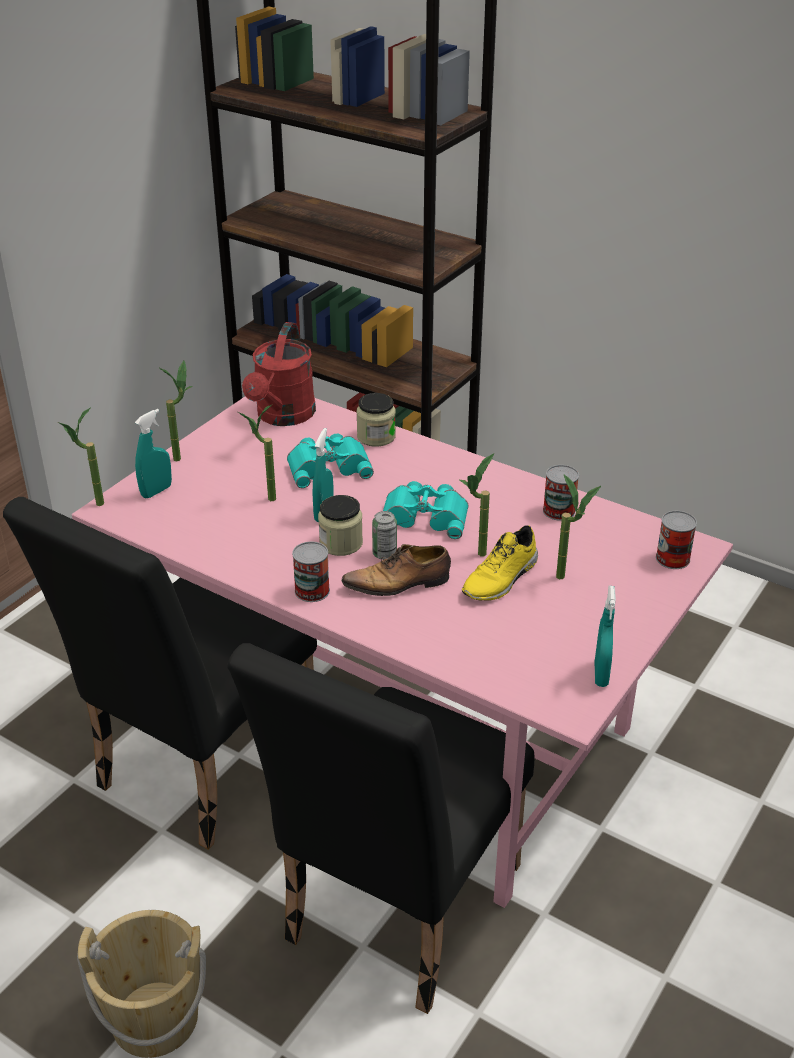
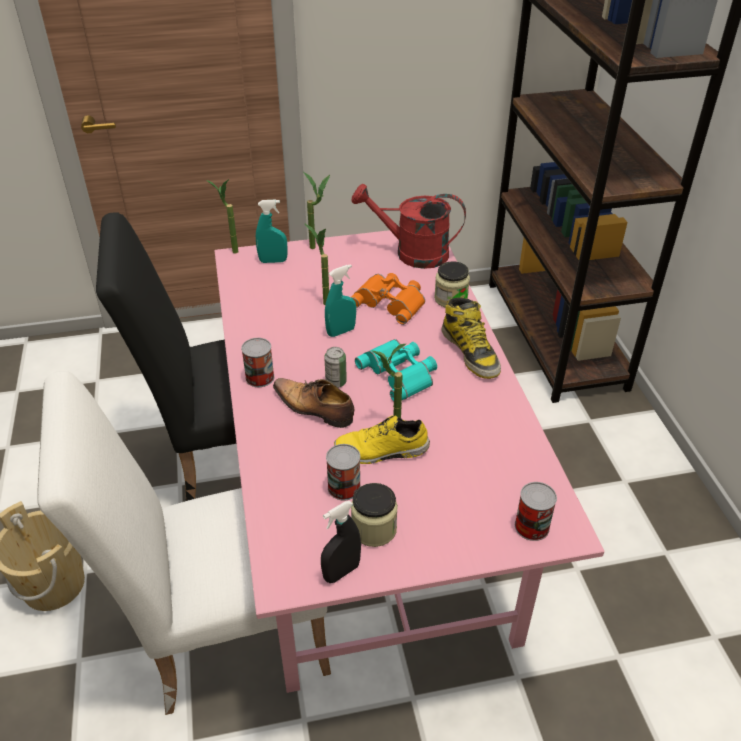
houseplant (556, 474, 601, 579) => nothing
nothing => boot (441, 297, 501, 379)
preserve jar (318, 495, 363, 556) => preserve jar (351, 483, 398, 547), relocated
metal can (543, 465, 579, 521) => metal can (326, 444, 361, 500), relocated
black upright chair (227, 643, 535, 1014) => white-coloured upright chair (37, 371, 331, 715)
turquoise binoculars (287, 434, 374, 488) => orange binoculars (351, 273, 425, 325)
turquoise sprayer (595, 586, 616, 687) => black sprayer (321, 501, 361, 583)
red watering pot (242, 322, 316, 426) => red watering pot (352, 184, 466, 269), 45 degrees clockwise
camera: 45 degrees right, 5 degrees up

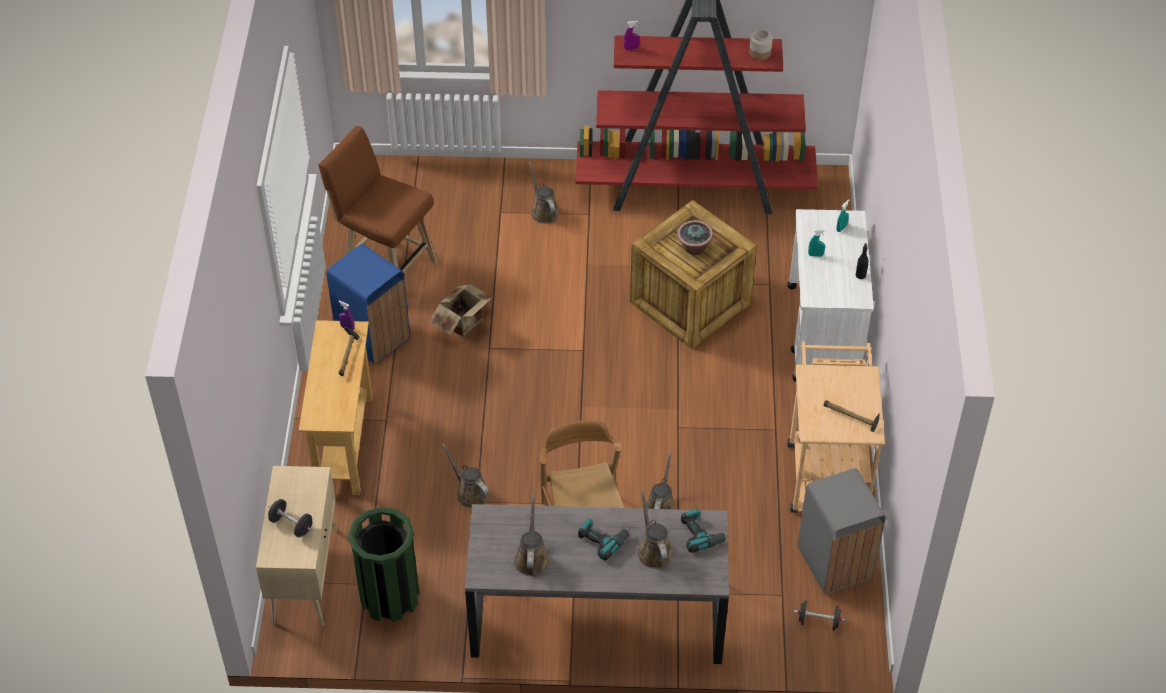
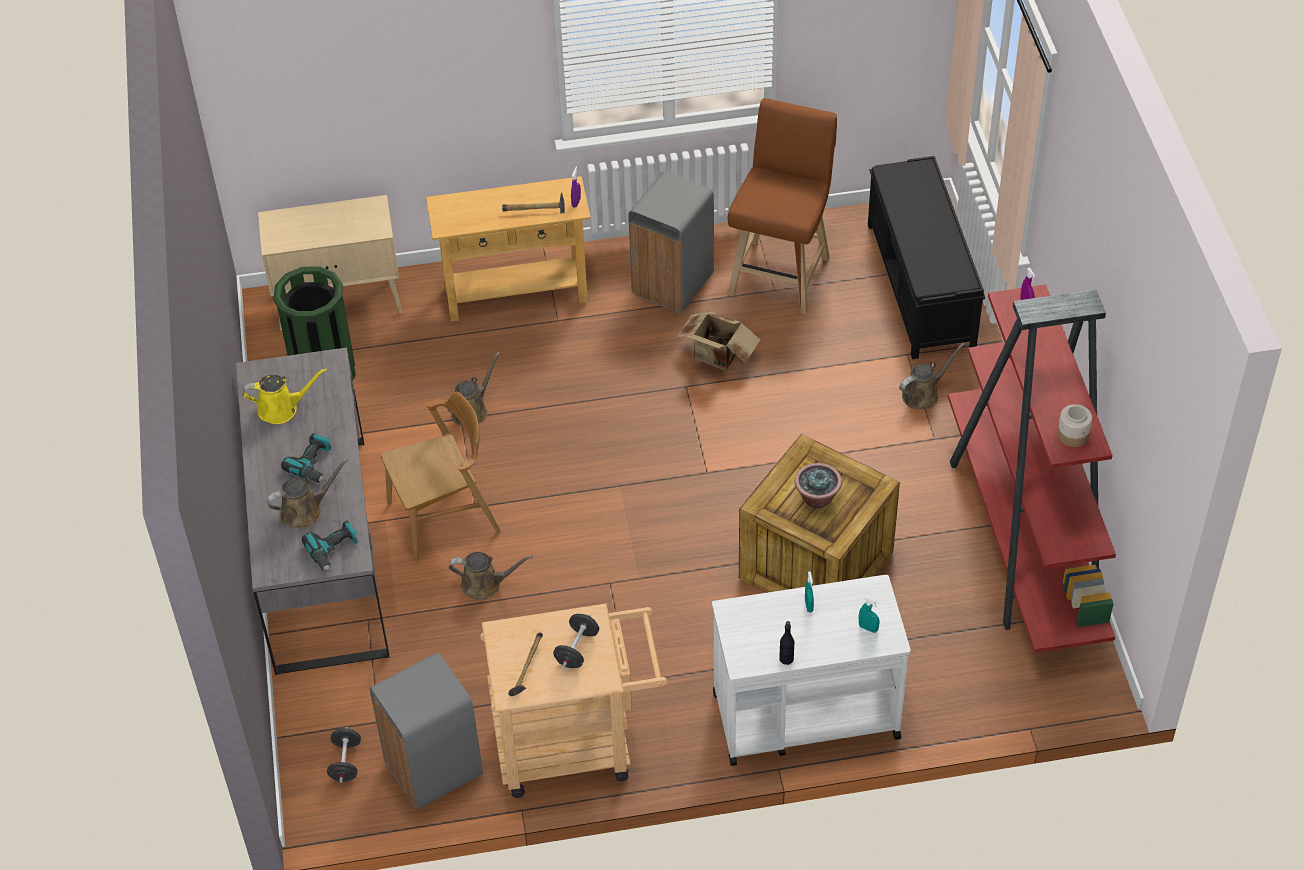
nothing => black indoor bench (868, 156, 985, 359)
black free weight (268, 499, 312, 537) => black free weight (553, 614, 599, 668), relocated
bluish trash can (327, 243, 410, 364) => grey trash can (628, 171, 714, 313)
brown watering pot (514, 494, 549, 576) => yellowish watering pot (243, 368, 327, 424)
camera: 80 degrees right, 0 degrees up

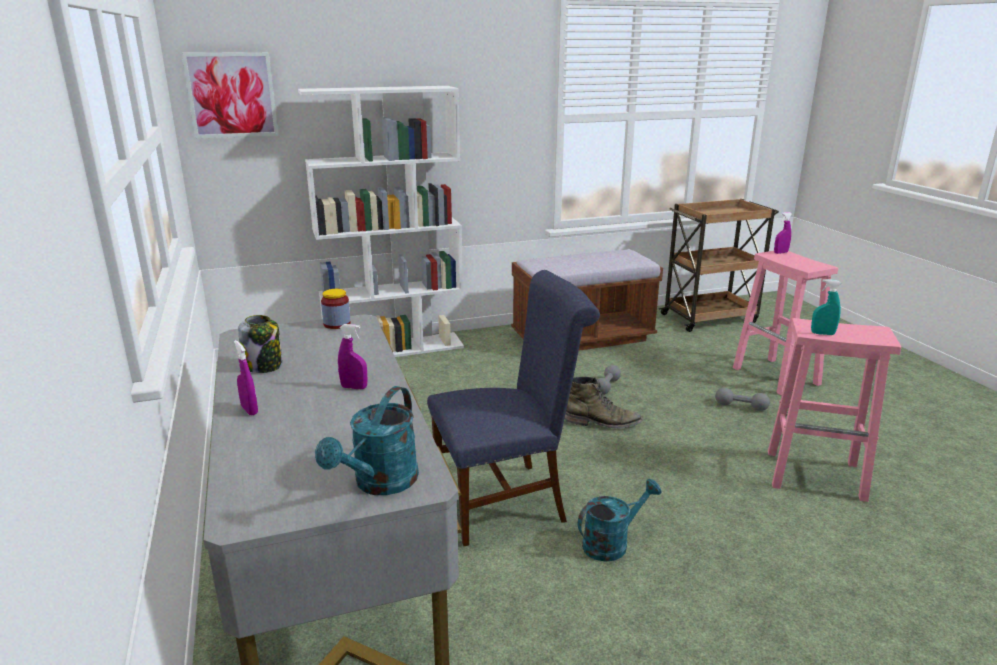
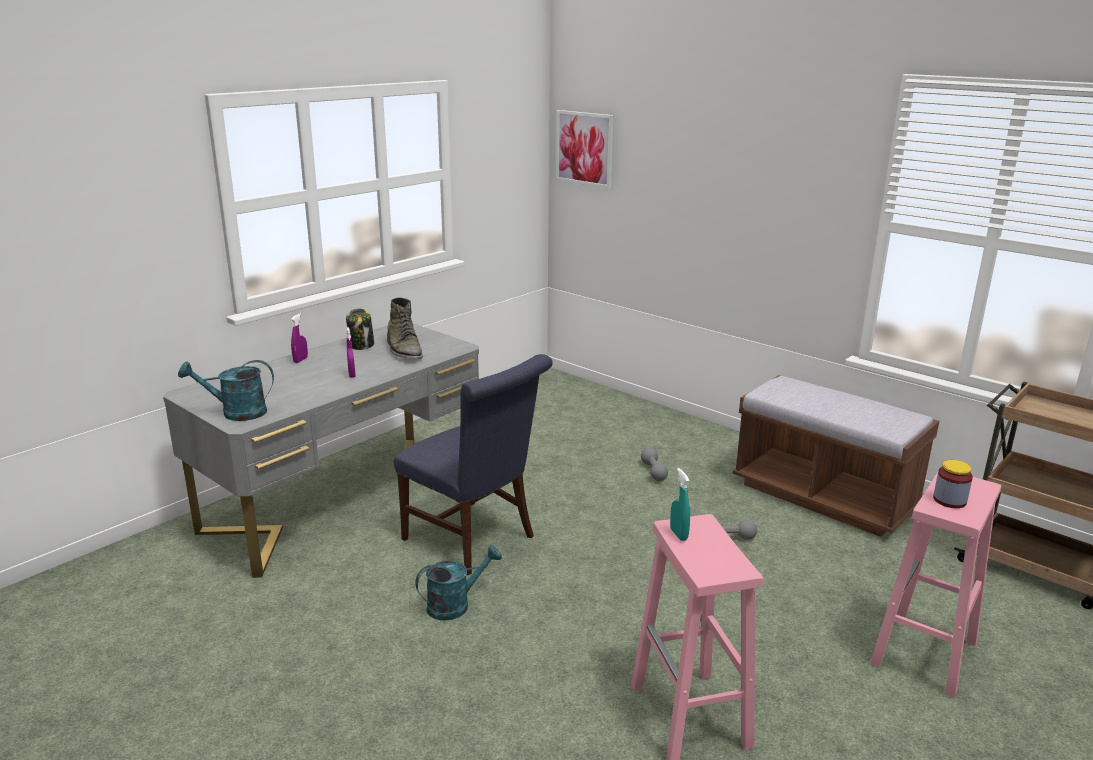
white-coloured bookshelf (298, 86, 464, 357) => nothing
purple-coloured sprayer (774, 212, 792, 254) => nothing
preserve jar (321, 289, 351, 329) => preserve jar (933, 460, 973, 508), relocated
greenish boot (565, 376, 642, 428) => greenish boot (387, 297, 423, 359), relocated
grey free weight (715, 388, 770, 411) => grey free weight (641, 448, 668, 481), relocated
turquoise watering pot (578, 479, 661, 562) => turquoise watering pot (415, 545, 502, 621), 60 degrees counterclockwise
camera: 60 degrees right, 0 degrees up

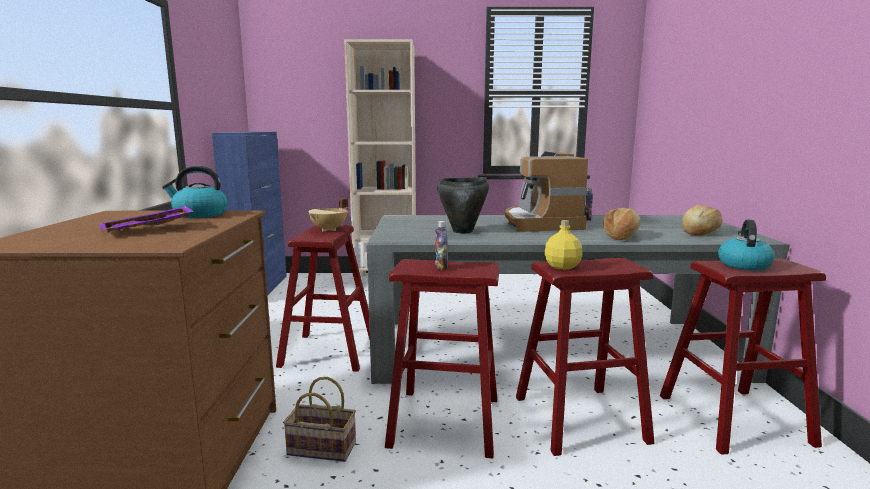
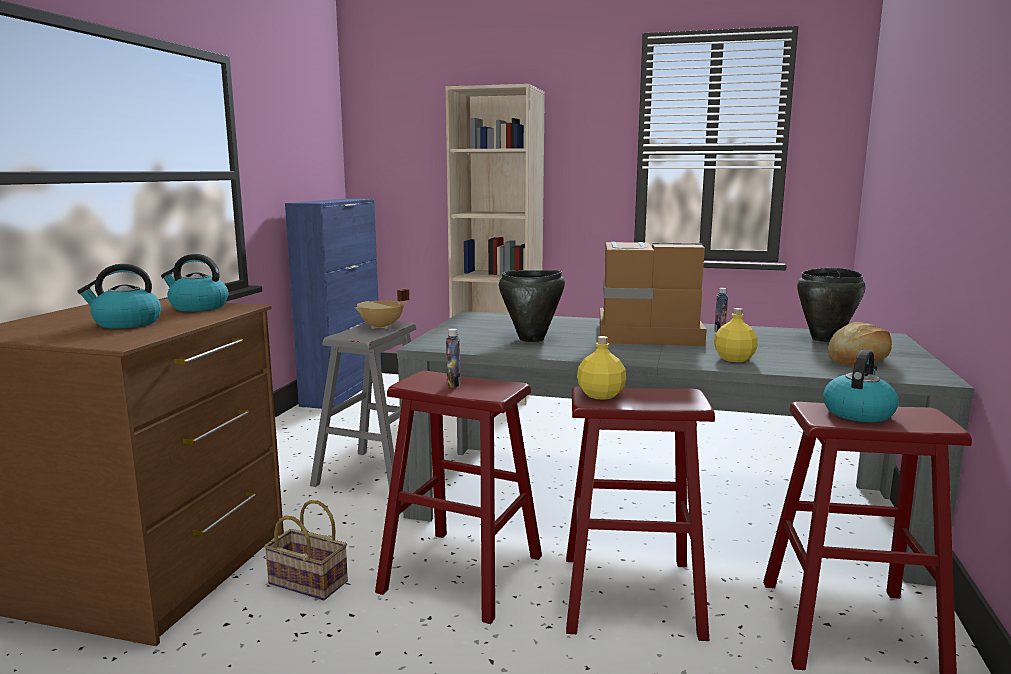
nothing => black cooking pot (797, 268, 866, 342)
purple-coloured carrying tray (100, 206, 193, 233) => kettle (77, 264, 161, 328)
baked bread (603, 208, 641, 240) => yellowish beverage bottle (714, 308, 758, 362)
red stool (276, 225, 370, 372) => grey stool (310, 321, 432, 490)
coffee machine (505, 151, 588, 232) => coffee machine (600, 242, 707, 346), 90 degrees clockwise
camera: 15 degrees right, 0 degrees up

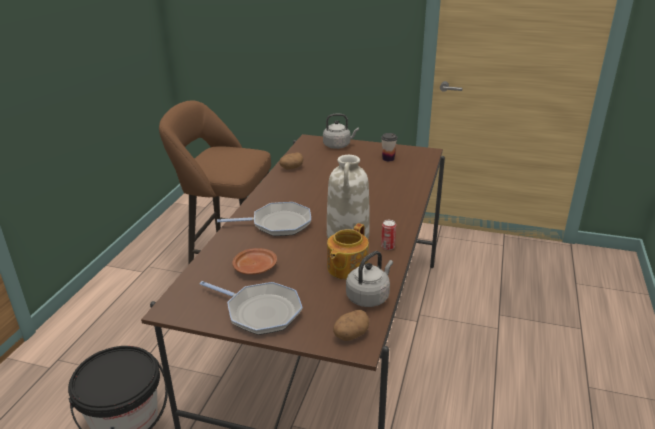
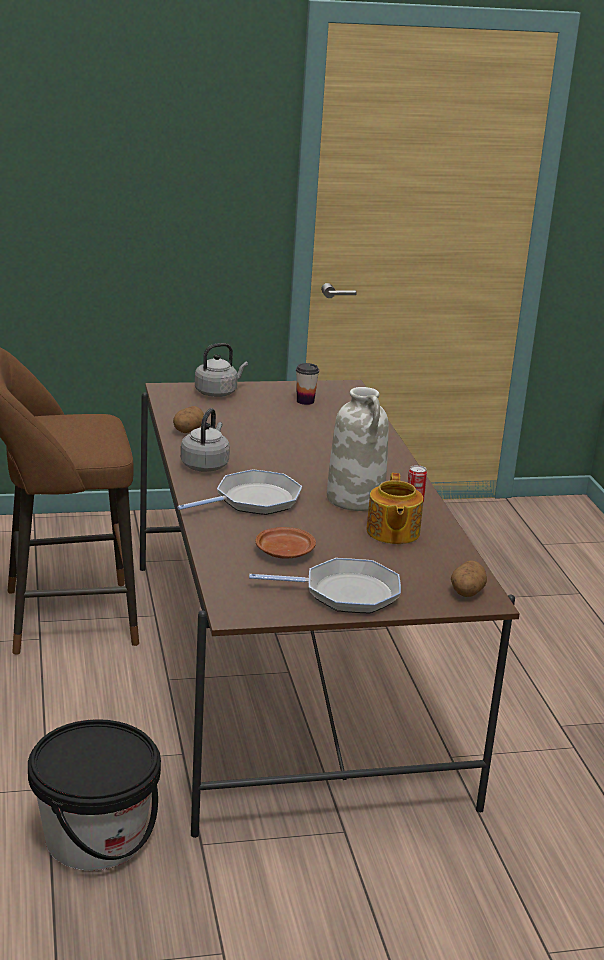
grey kettle (346, 251, 393, 307) => grey kettle (181, 408, 230, 472), relocated
camera: 30 degrees left, 5 degrees down

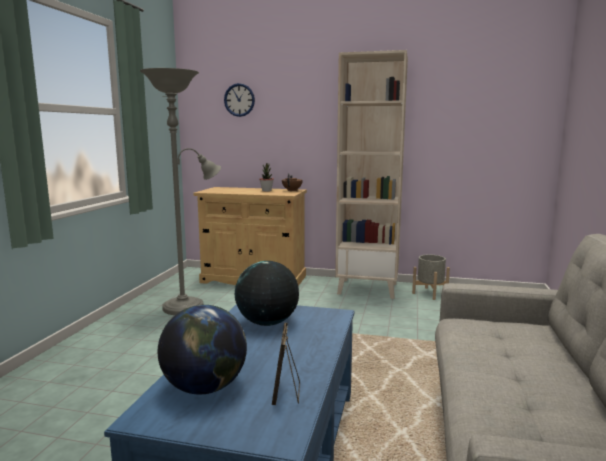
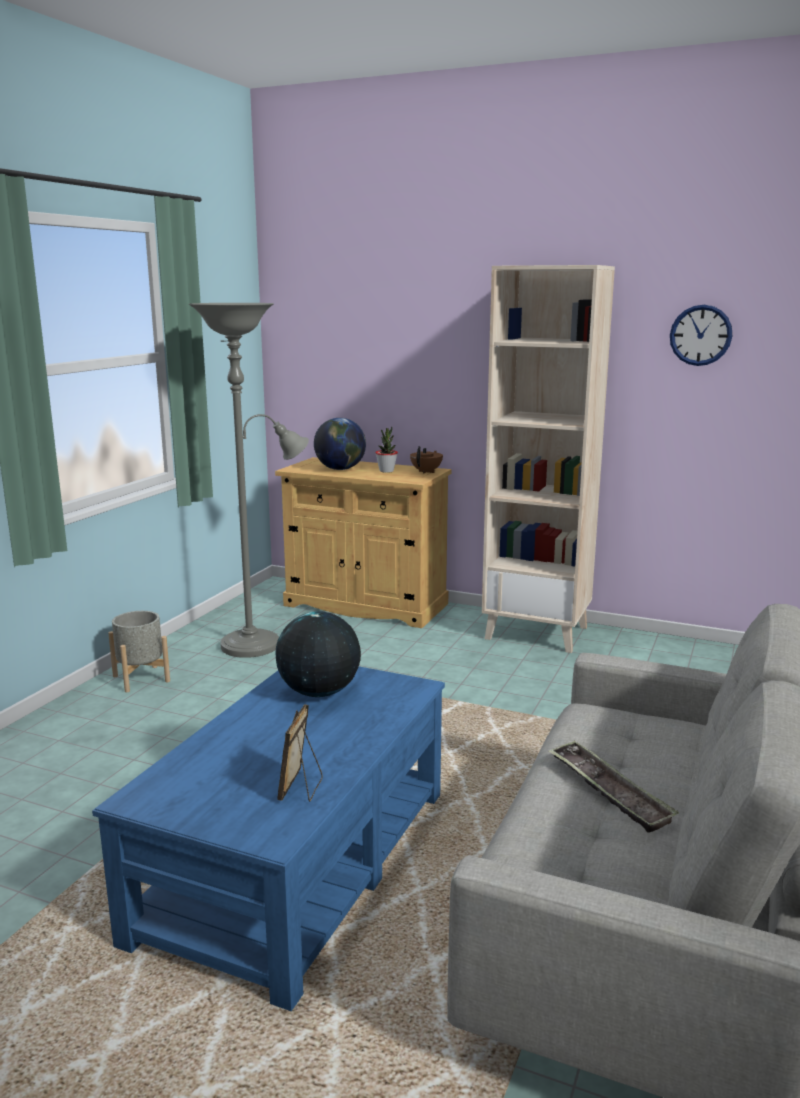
nothing => carrying tray (548, 740, 679, 833)
globe (158, 305, 247, 394) => globe (314, 418, 366, 470), relocated
hanging clock (224, 83, 255, 117) => hanging clock (670, 305, 732, 366), relocated
grey plant pot (412, 255, 450, 300) => grey plant pot (108, 611, 170, 692), relocated
camera: 10 degrees right, 5 degrees up

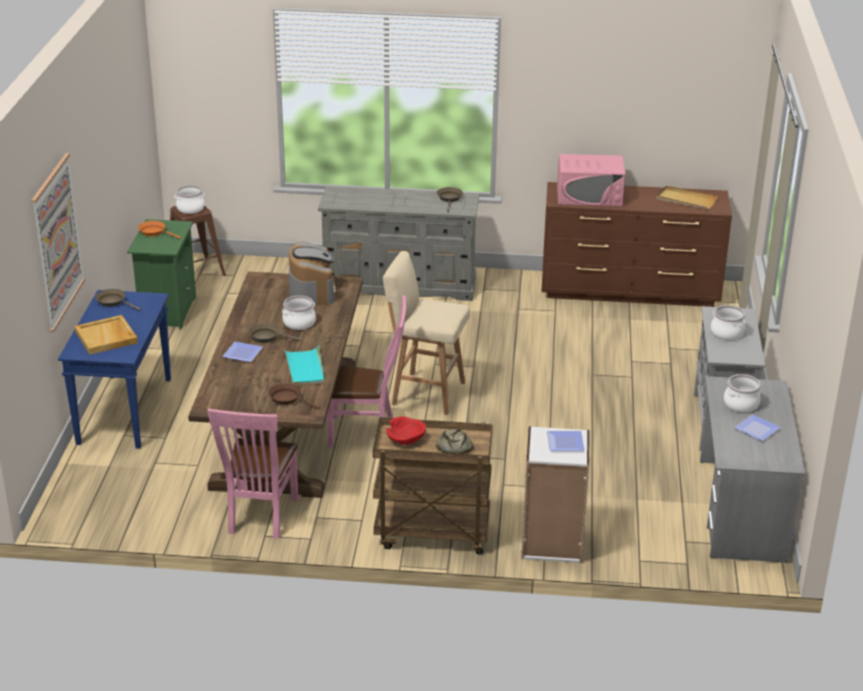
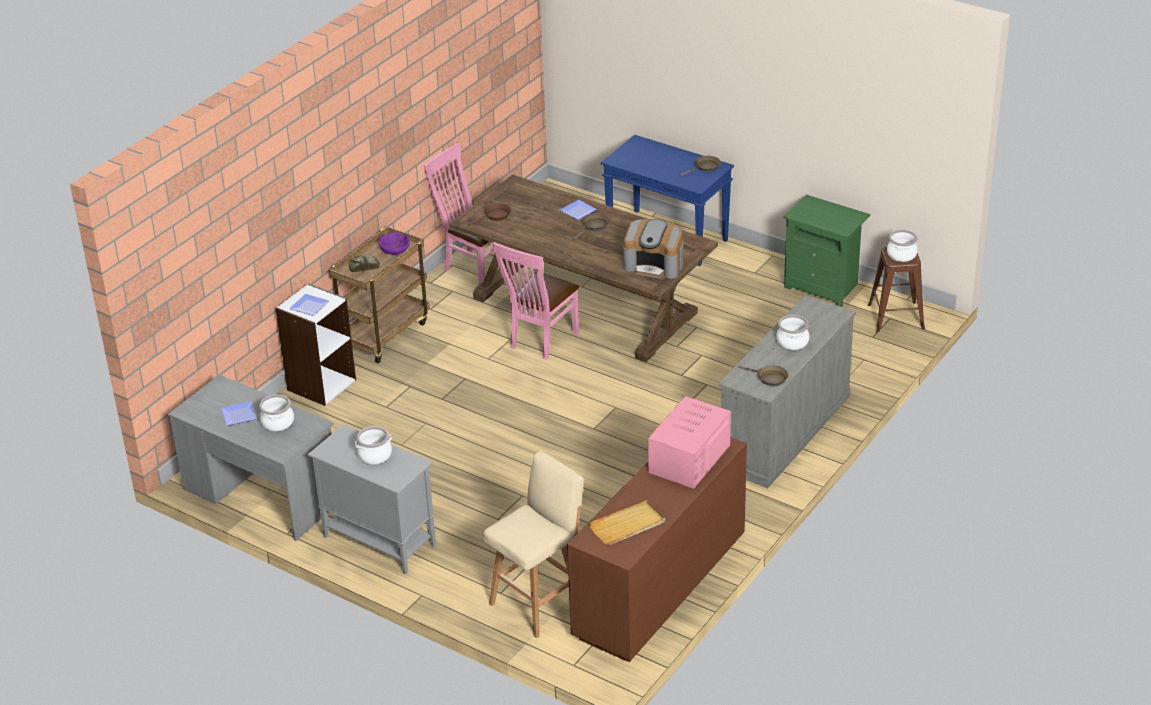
wall picture (31, 153, 85, 332) => nothing
beige carrying tray (75, 315, 138, 355) => nothing
orange frying pan (138, 221, 181, 239) => nothing
turquoise carrying tray (284, 346, 325, 386) => nothing
cooking pot (282, 295, 316, 330) => cooking pot (776, 315, 809, 350), relocated
beige stool (383, 251, 470, 415) => beige stool (483, 451, 583, 638), relocated
red serving bowl (386, 416, 426, 445) => purple-coloured serving bowl (379, 232, 410, 255)
camera: 120 degrees right, 5 degrees up

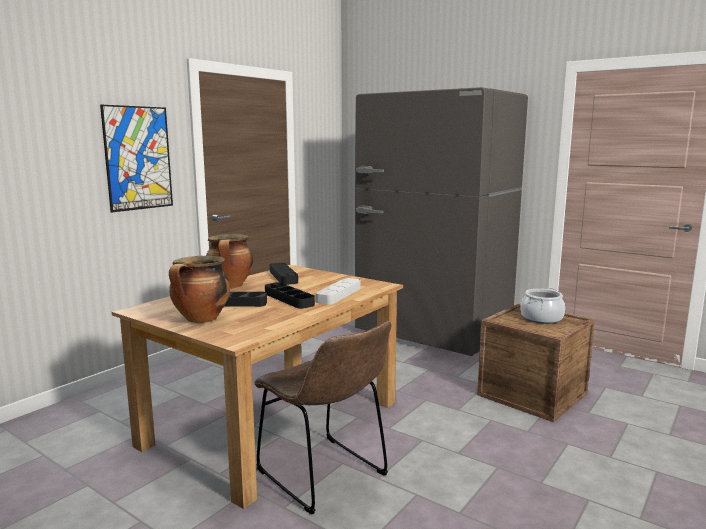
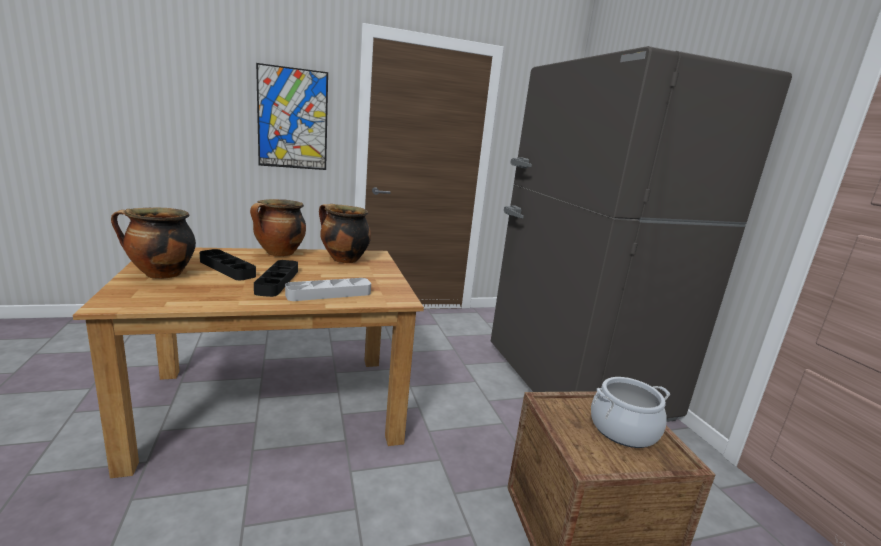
brown upright chair (254, 321, 392, 515) => nothing
black carrying tray (269, 263, 298, 285) => cooking pot (319, 204, 371, 263)
camera: 35 degrees right, 5 degrees up

